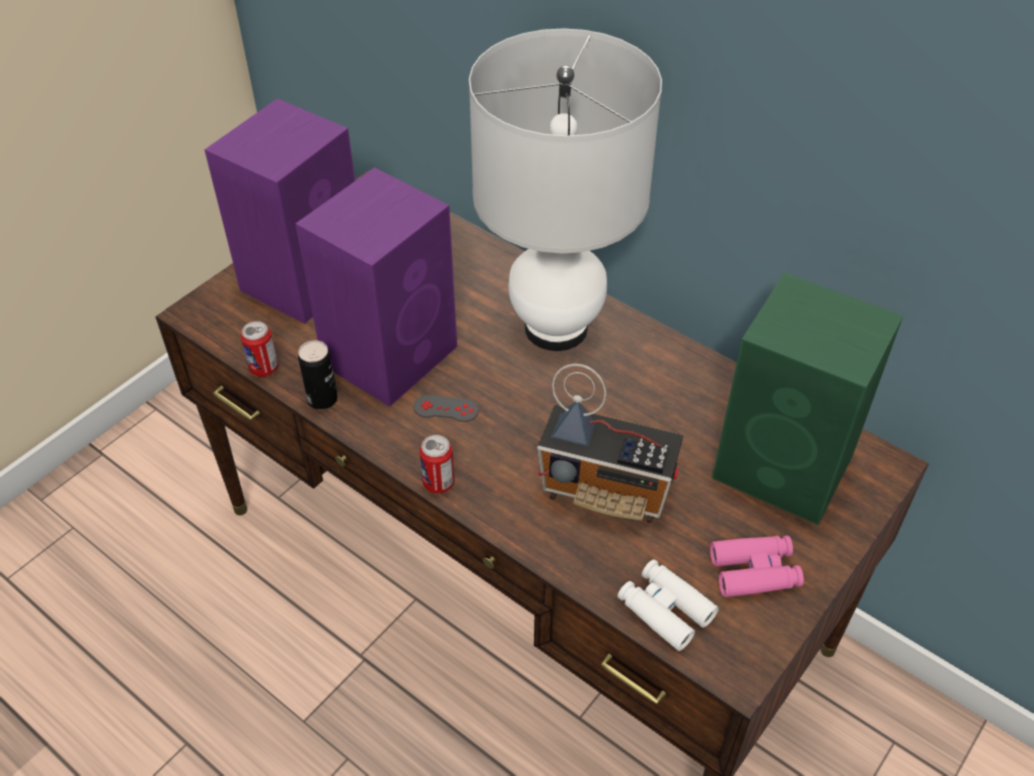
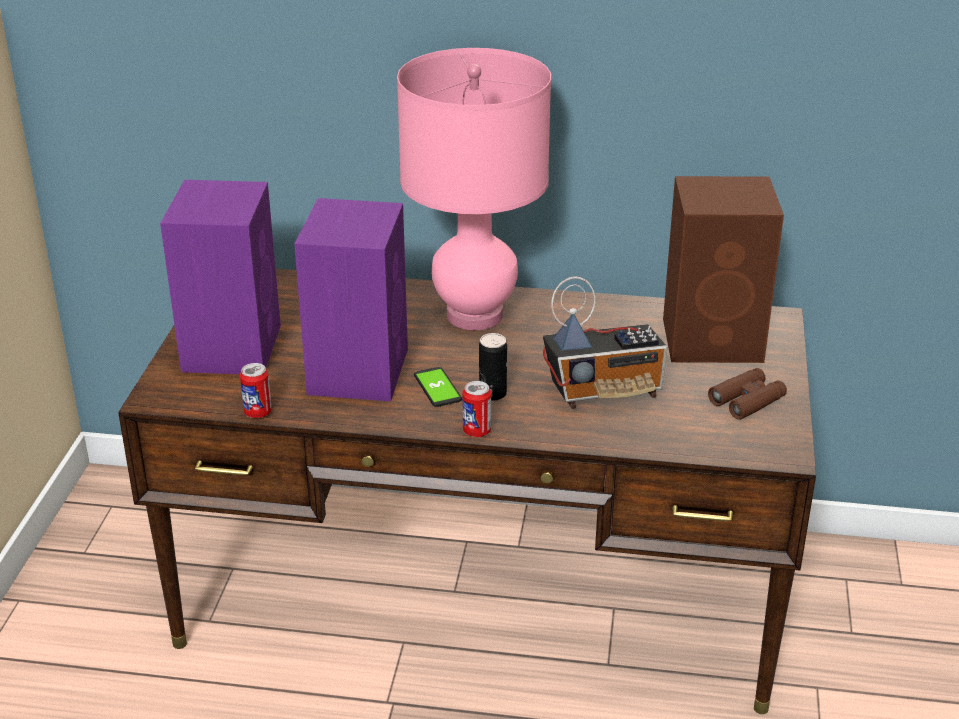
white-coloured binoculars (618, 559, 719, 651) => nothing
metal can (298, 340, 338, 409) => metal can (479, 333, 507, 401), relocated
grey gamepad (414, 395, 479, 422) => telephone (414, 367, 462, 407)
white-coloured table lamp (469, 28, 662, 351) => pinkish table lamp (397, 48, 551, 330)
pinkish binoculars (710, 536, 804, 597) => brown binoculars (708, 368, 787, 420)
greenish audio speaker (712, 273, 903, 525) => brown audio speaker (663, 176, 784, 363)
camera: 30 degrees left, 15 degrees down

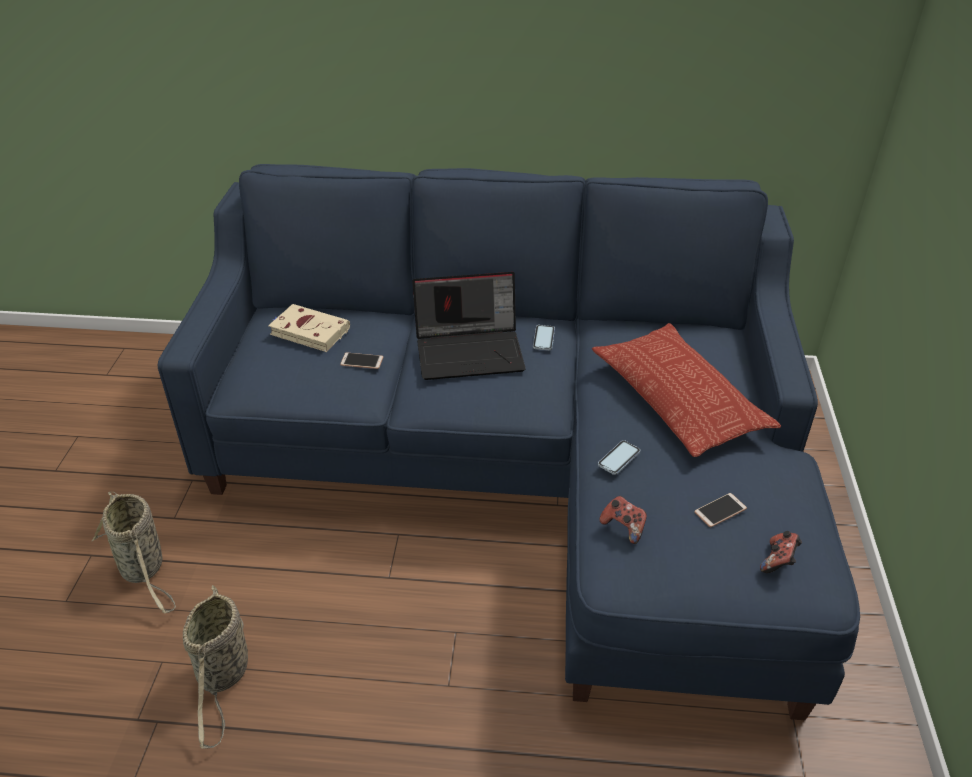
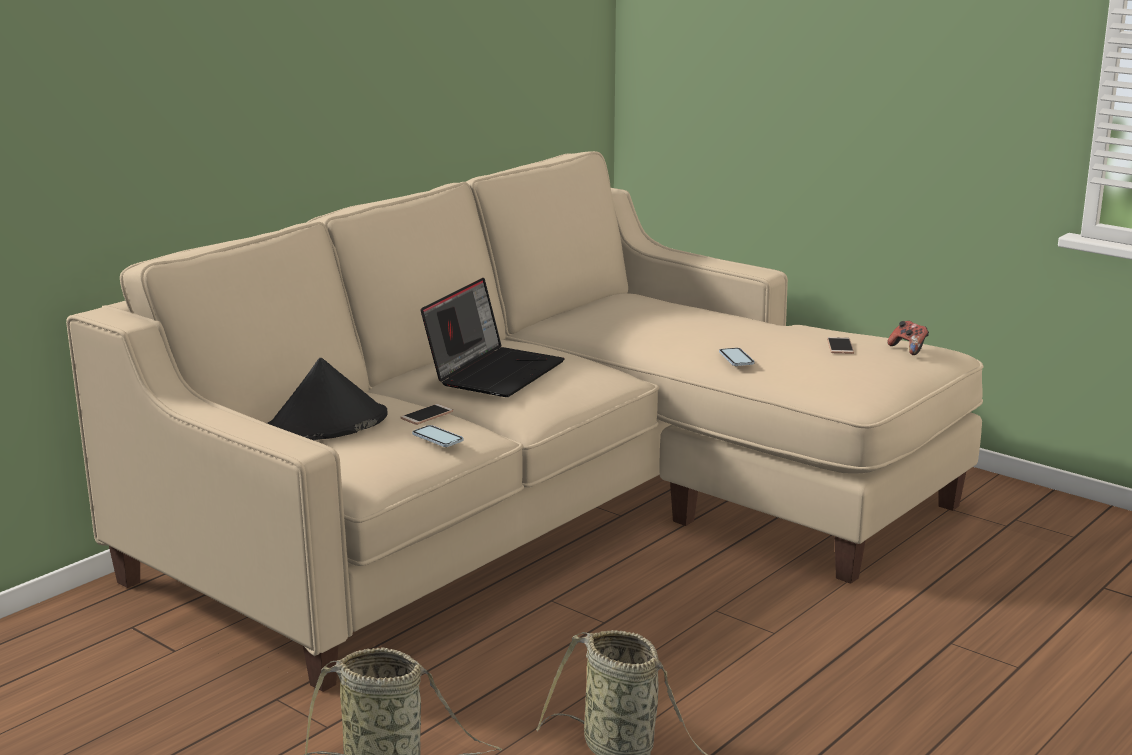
pillow (592, 323, 781, 457) => nothing
gamepad (600, 496, 647, 544) => nothing
telephone (533, 325, 555, 350) => telephone (412, 425, 463, 447), relocated
beige bound book (268, 304, 350, 352) => black wearable hat (267, 358, 388, 440)
bluish sofa (158, 164, 860, 720) => beige sofa (66, 151, 983, 692)
camera: 55 degrees left, 20 degrees down

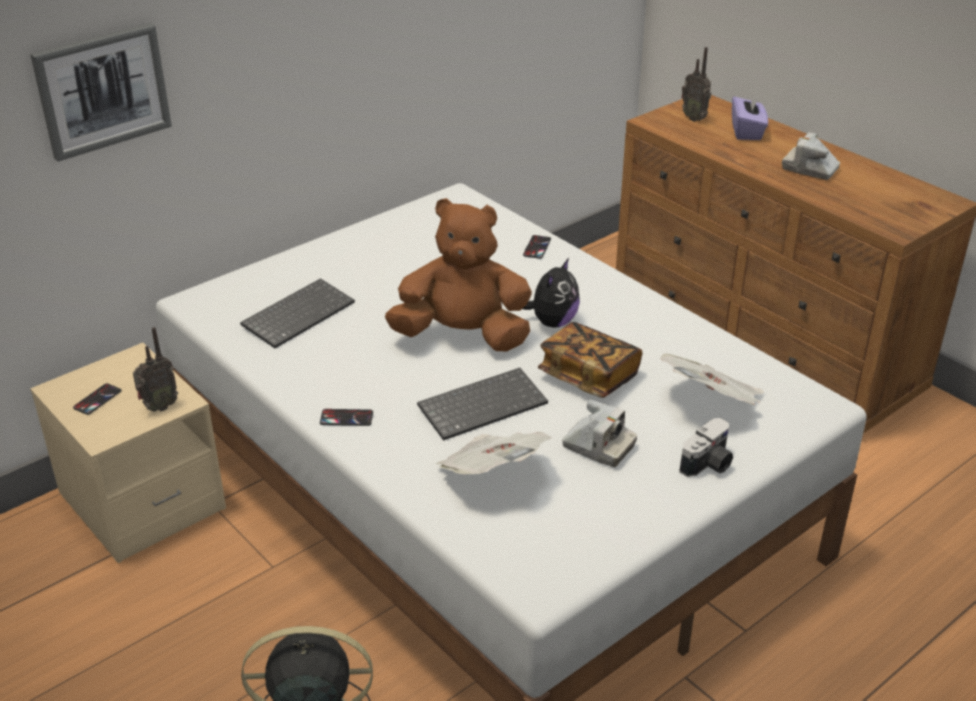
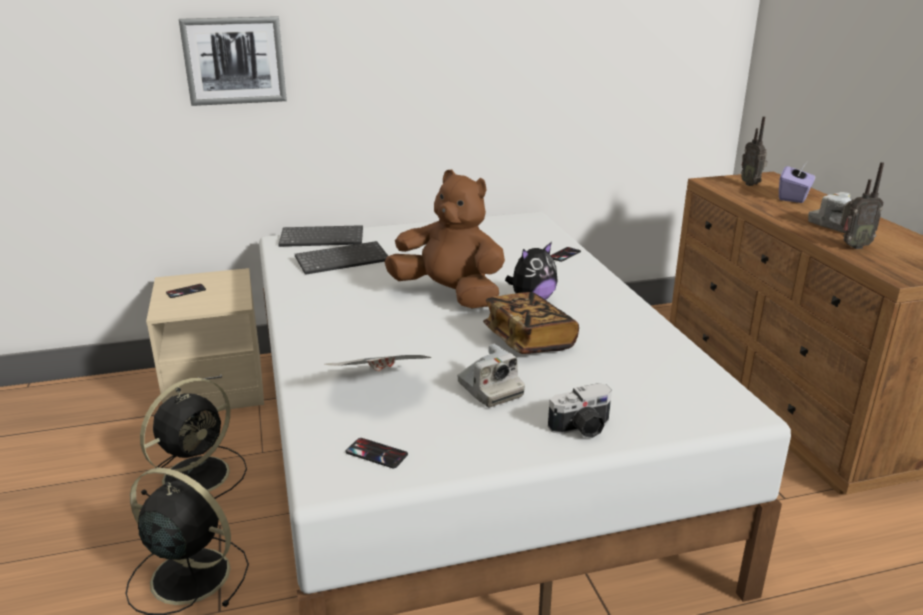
newspaper (660, 353, 764, 405) => nothing
nothing => black electric fan (140, 378, 247, 499)
radio receiver (133, 327, 178, 412) => radio receiver (840, 162, 884, 249), relocated
telephone (320, 409, 373, 426) => telephone (346, 438, 408, 468), relocated
PC keyboard (417, 368, 548, 441) => PC keyboard (278, 225, 363, 247), relocated
camera: 25 degrees right, 10 degrees down

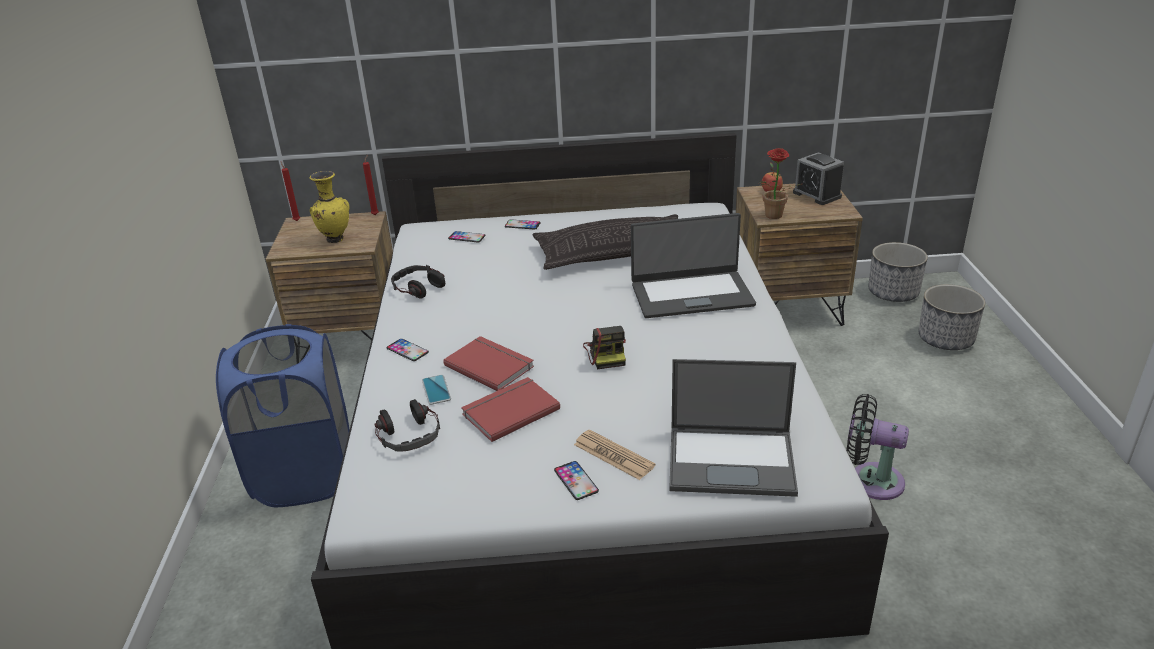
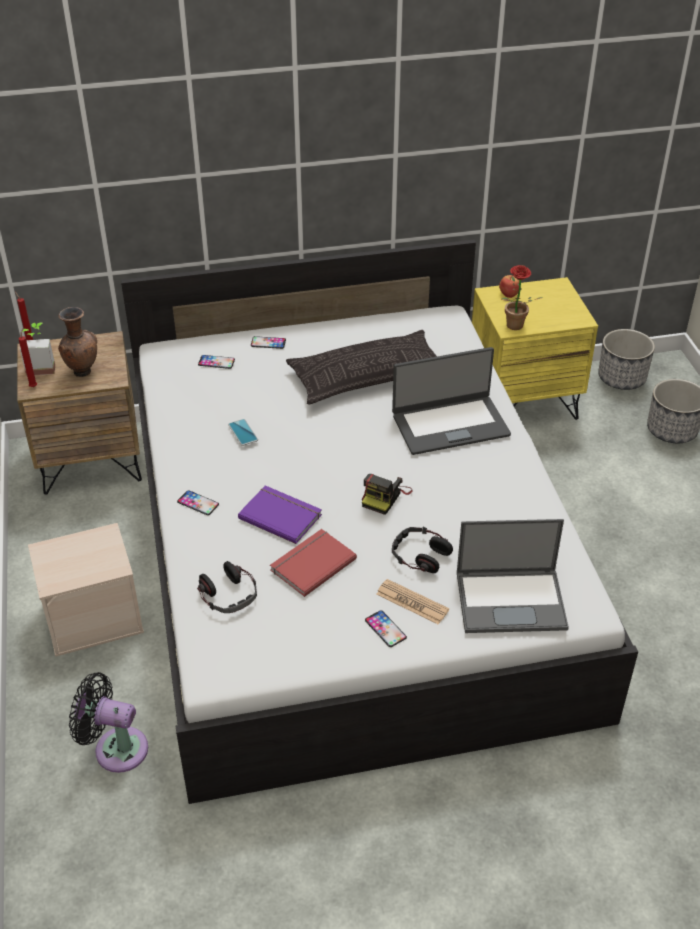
alarm clock (793, 152, 844, 205) => nothing
nothing => houseplant (20, 323, 55, 376)
red candle (363, 155, 379, 215) => red candle (19, 329, 37, 387), relocated
headphones (391, 265, 445, 299) => headphones (392, 527, 453, 573), relocated
telephone (422, 375, 451, 405) => telephone (228, 419, 258, 446), relocated
black electric fan (846, 394, 909, 500) => black electric fan (69, 672, 148, 773), relocated
bluish hamper (216, 324, 350, 507) => beige storage bin (28, 523, 144, 657)
yellowish vase (310, 171, 349, 243) => brown vase (58, 307, 97, 377)
red bound book (443, 336, 534, 391) => purple-coloured bound book (238, 485, 322, 544)
brown night table (736, 183, 863, 326) => yellowish night table (472, 277, 598, 420)
still camera (583, 326, 626, 369) => still camera (362, 474, 413, 515), 45 degrees clockwise
camera: 10 degrees left, 10 degrees up

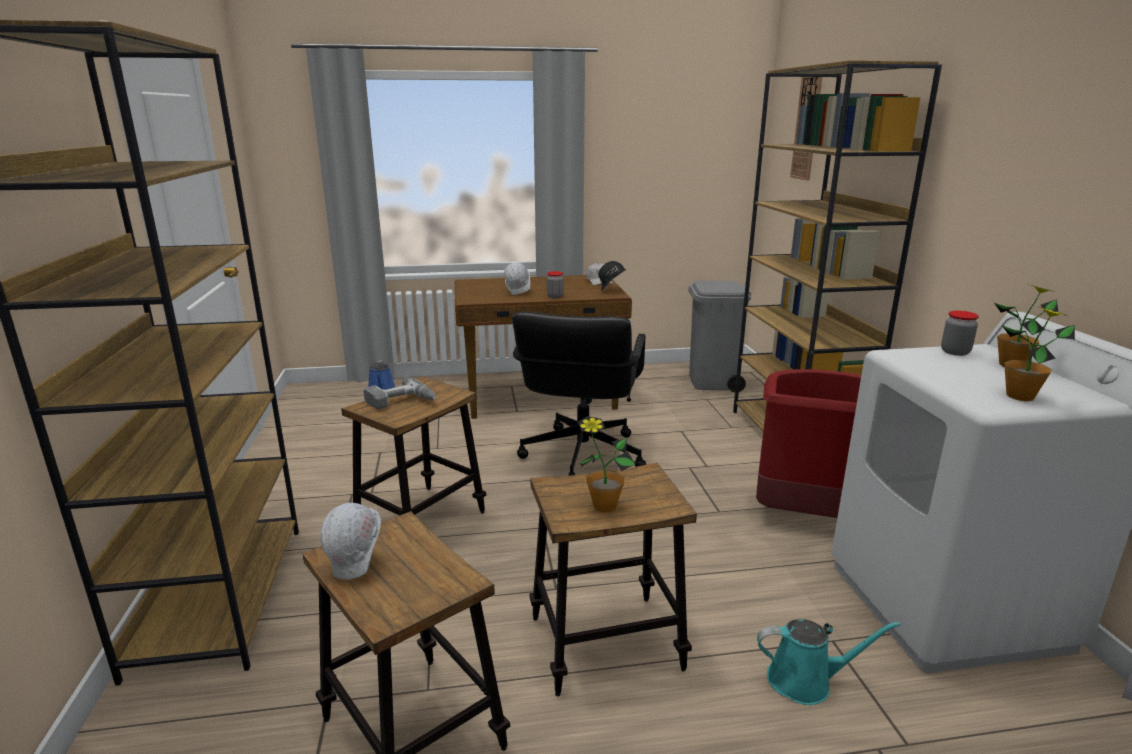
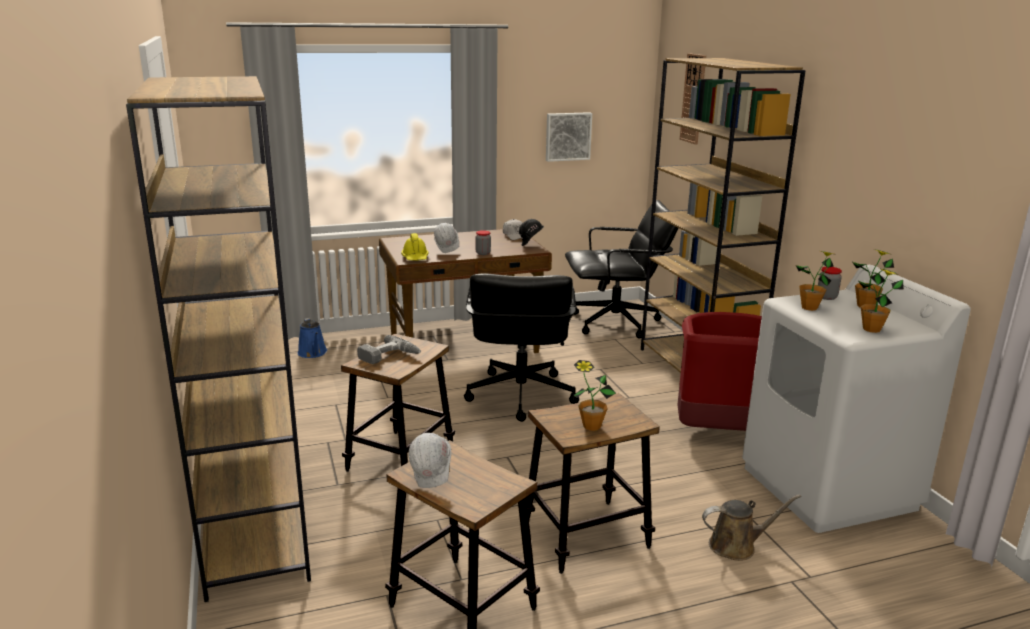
nothing => yellowish safety helmet (401, 233, 428, 261)
nothing => wall picture (546, 112, 592, 162)
nothing => houseplant (796, 251, 834, 311)
grey trash can (689, 281, 751, 392) => black desk chair (565, 200, 679, 338)
turquoise watering pot (757, 619, 901, 705) => brown watering pot (702, 495, 801, 561)
camera: 10 degrees left, 0 degrees up

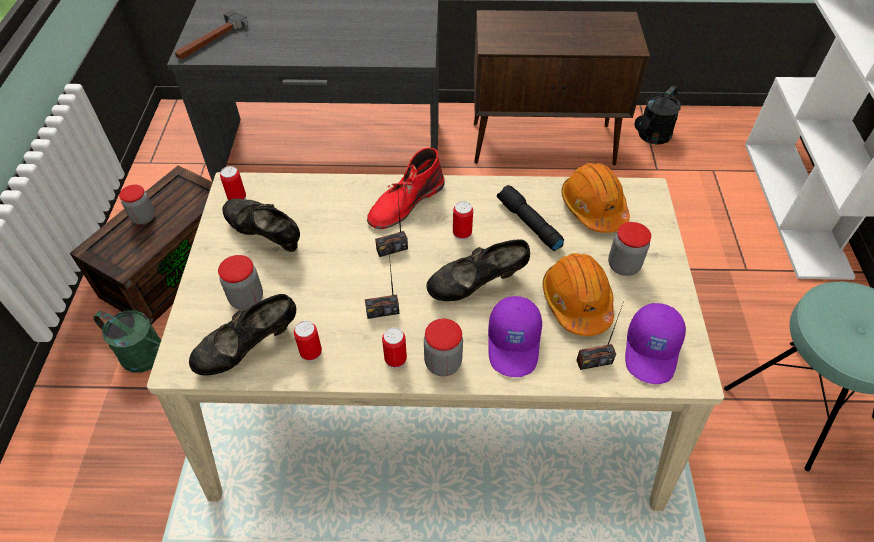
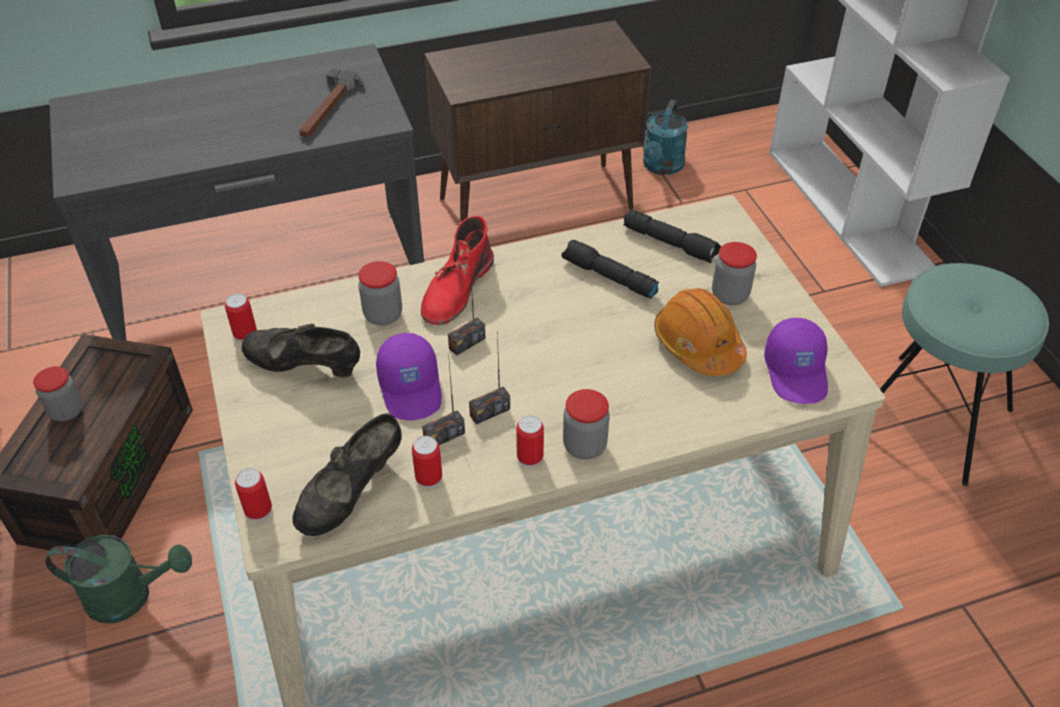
black low shoe (426, 239, 530, 301) => nothing
hand hammer (175, 10, 248, 59) => hand hammer (299, 68, 365, 138), relocated
preserve jar (218, 255, 263, 310) => preserve jar (358, 261, 402, 326), relocated
metal can (453, 201, 473, 240) => metal can (235, 468, 272, 521), relocated
purple-coloured cap (488, 296, 542, 377) => purple-coloured cap (376, 333, 442, 420), relocated
radio receiver (576, 304, 623, 370) => radio receiver (422, 353, 465, 445), relocated
orange safety helmet (561, 163, 630, 233) => black flashlight (623, 209, 721, 263)
black watering pot (635, 85, 681, 145) => turquoise watering pot (643, 100, 688, 175)
camera: 20 degrees left, 5 degrees down

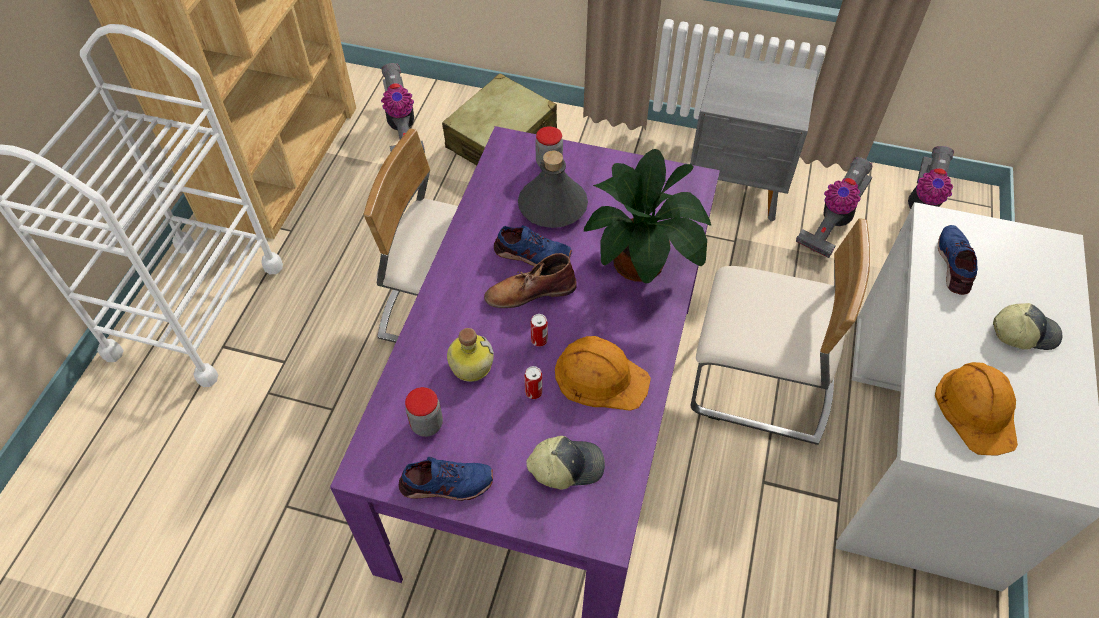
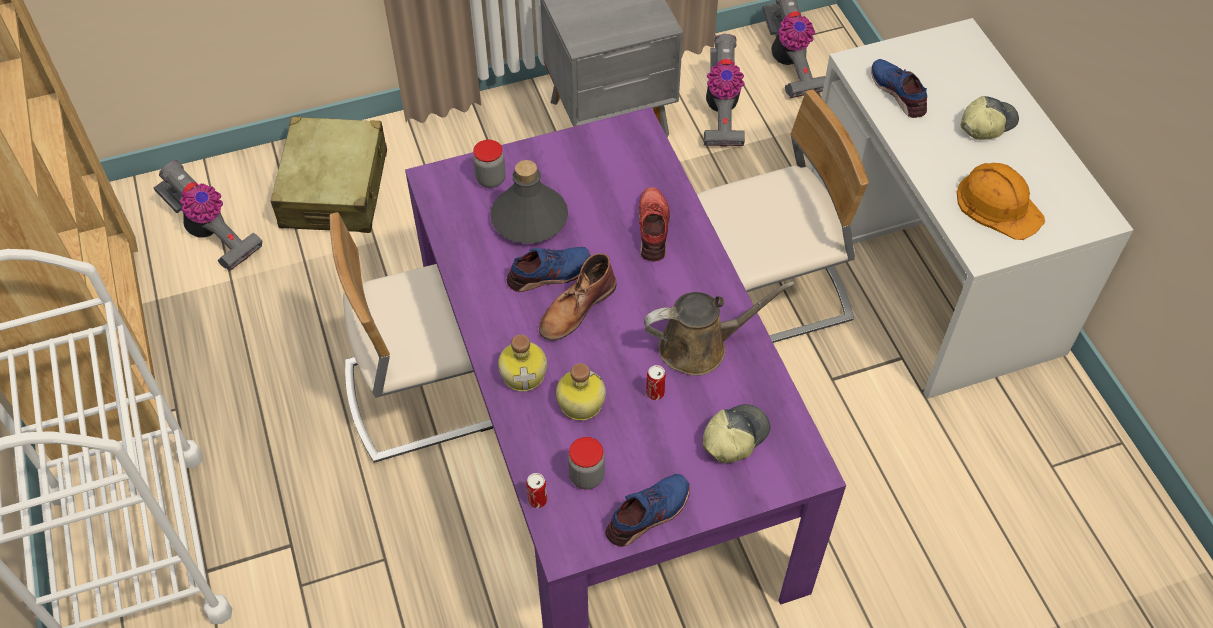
nothing => beverage bottle (498, 335, 547, 391)
metal can (530, 314, 548, 347) => metal can (526, 473, 547, 508), relocated
orange safety helmet (555, 336, 651, 411) => brown watering pot (644, 281, 795, 376)
houseplant (584, 149, 712, 283) => red low shoe (639, 187, 670, 261)
camera: 35 degrees left, 0 degrees up

